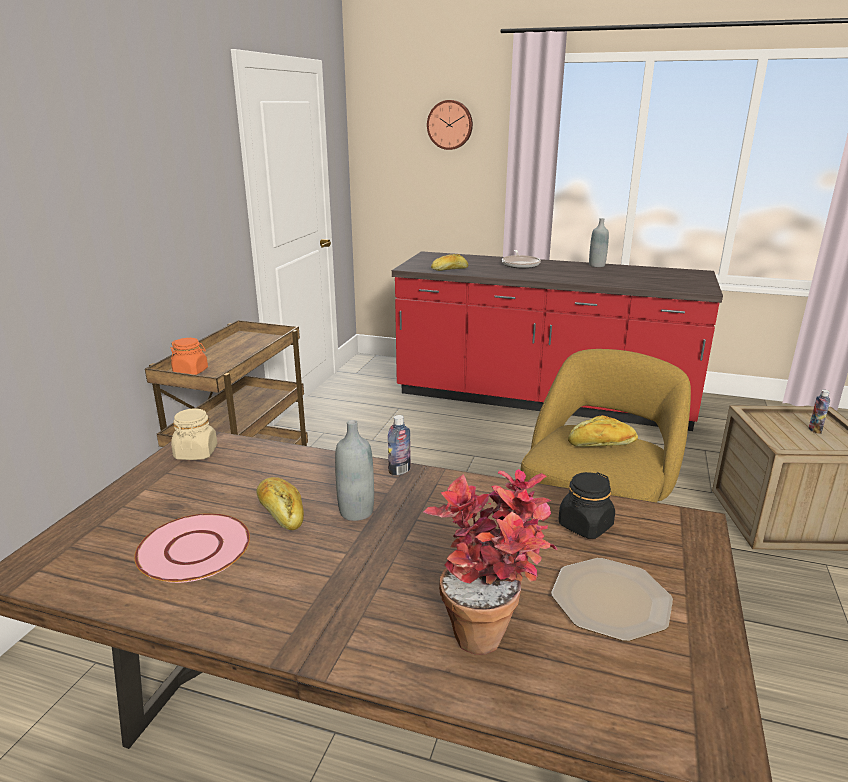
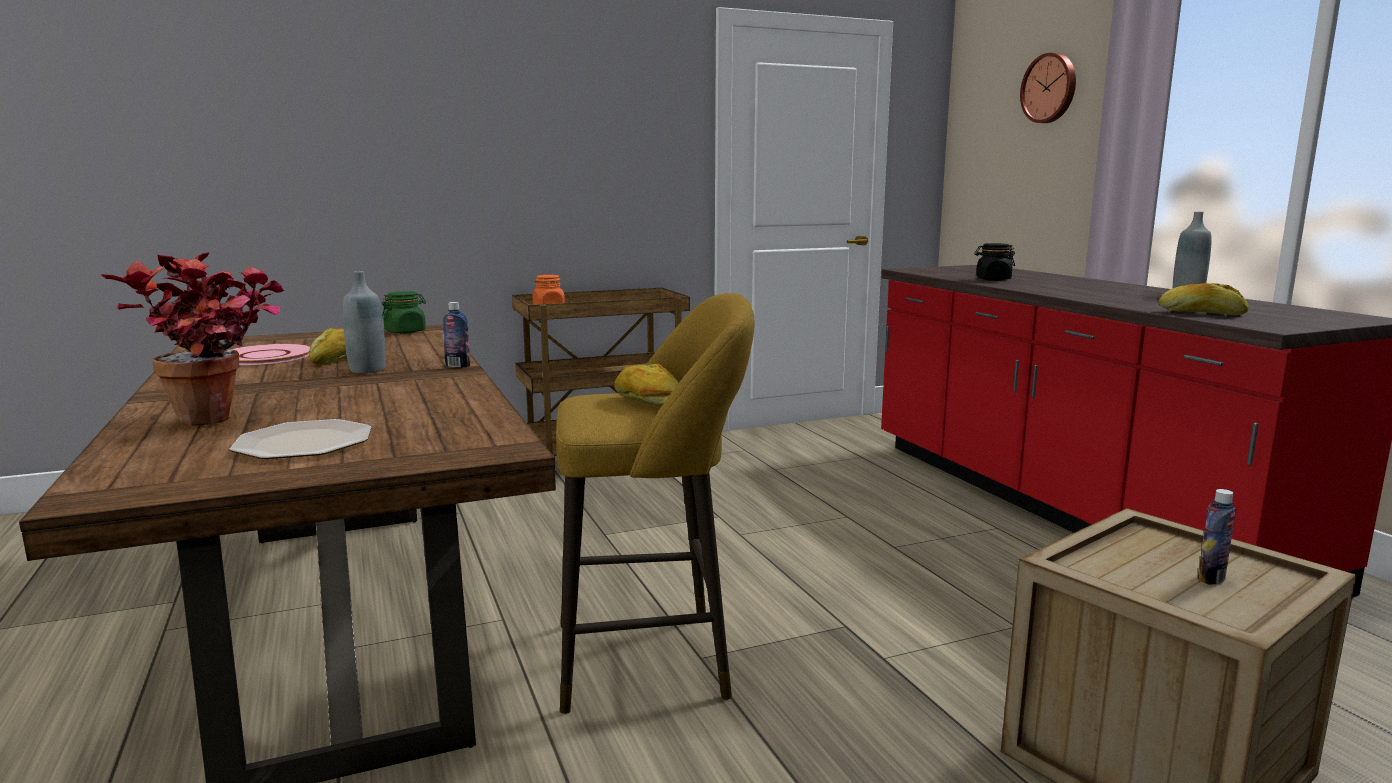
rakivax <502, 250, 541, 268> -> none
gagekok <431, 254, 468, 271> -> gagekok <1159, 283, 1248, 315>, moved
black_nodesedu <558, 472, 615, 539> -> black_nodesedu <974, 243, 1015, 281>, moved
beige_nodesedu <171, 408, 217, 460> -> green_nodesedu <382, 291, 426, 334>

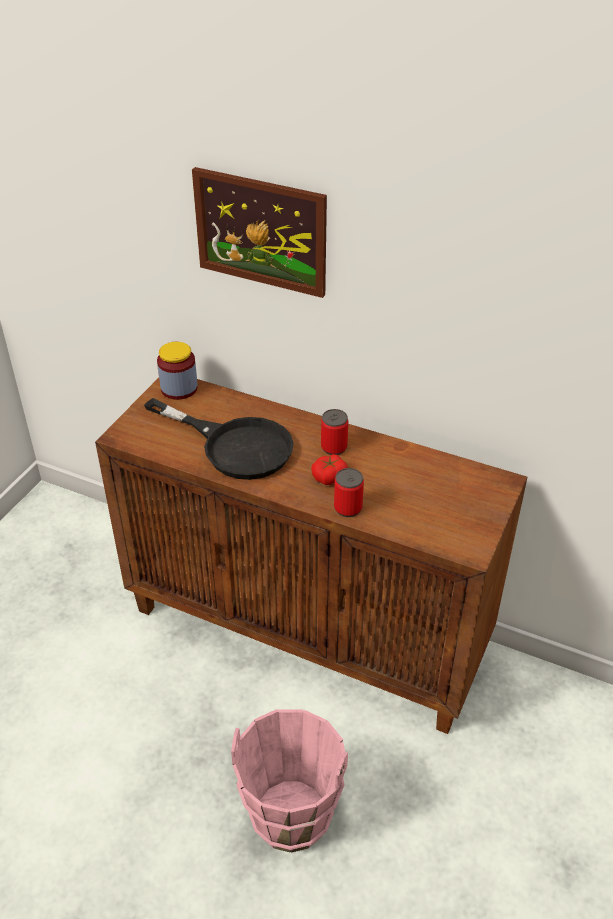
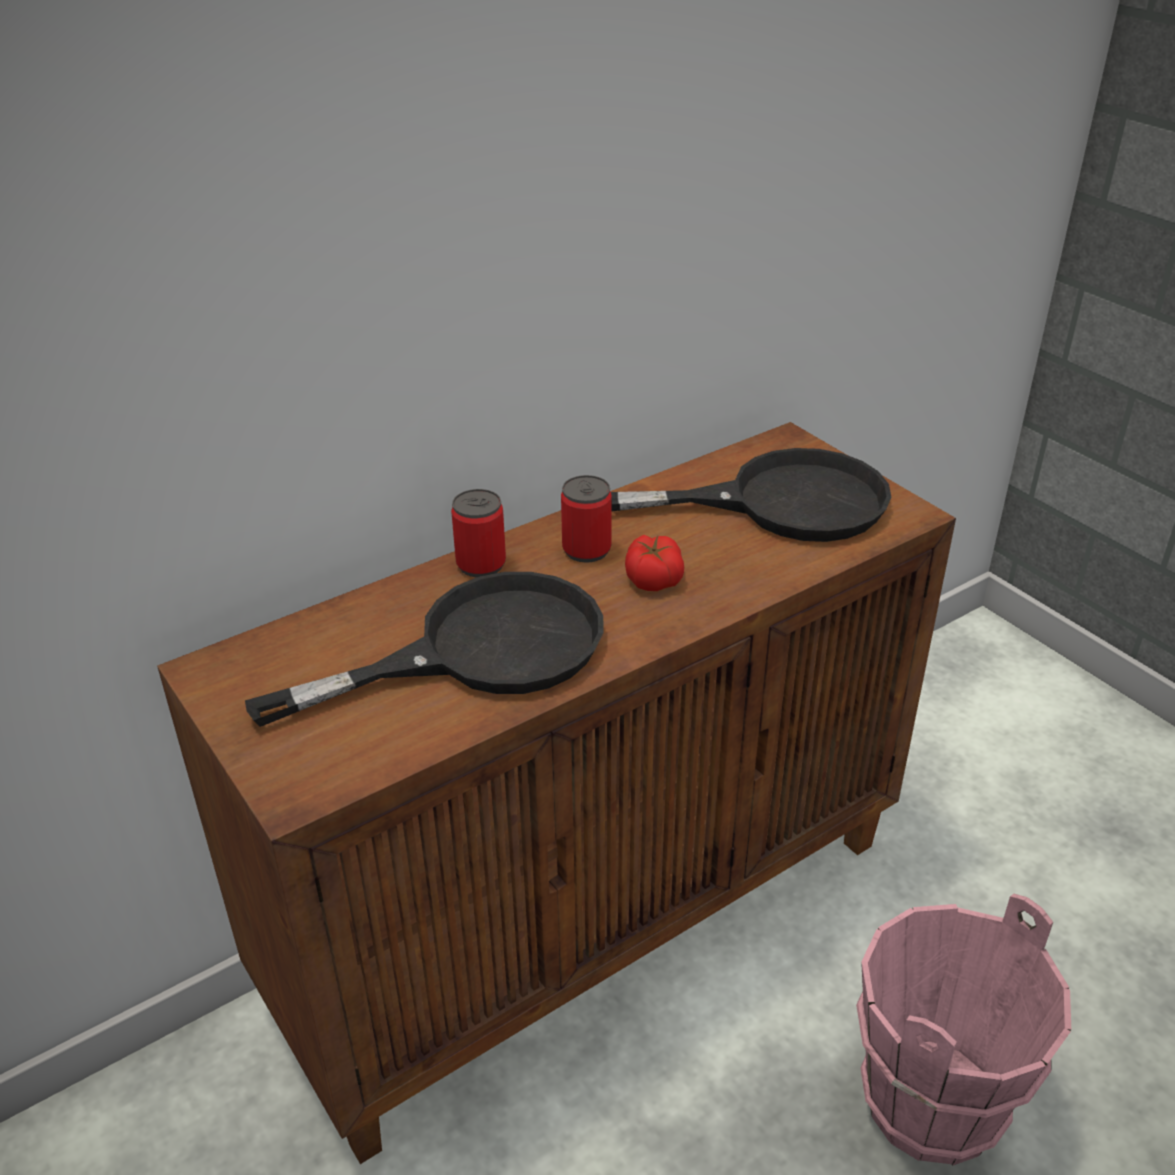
nodesedu <157, 342, 198, 400> -> none
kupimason <192, 167, 327, 298> -> none
none -> black_rakivax <611, 448, 891, 542>
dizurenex <334, 468, 364, 517> -> dizurenex <451, 489, 506, 577>, moved

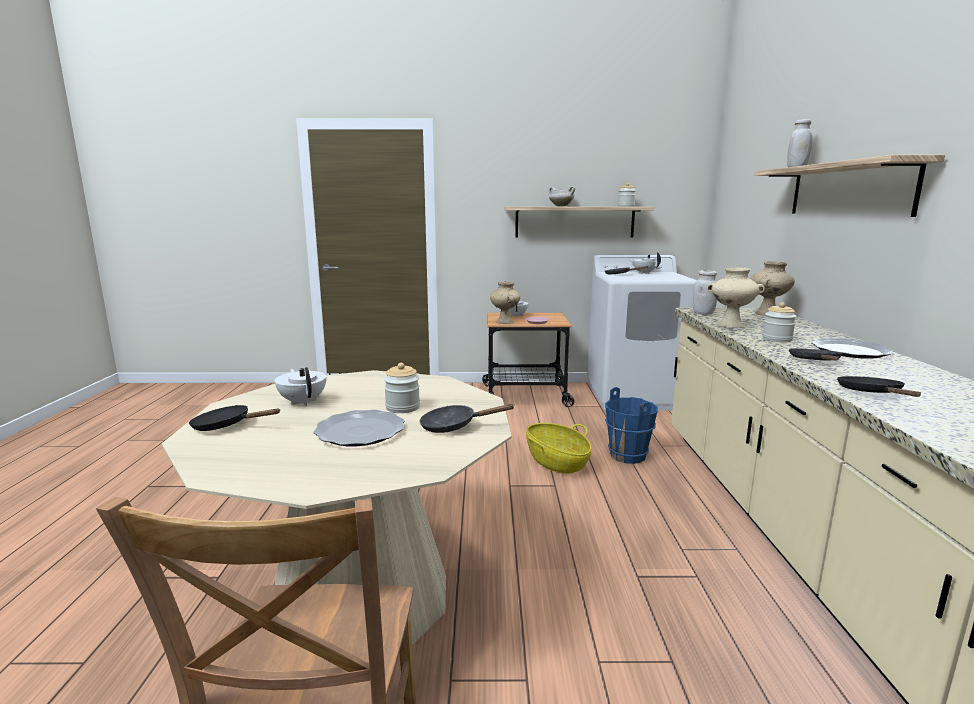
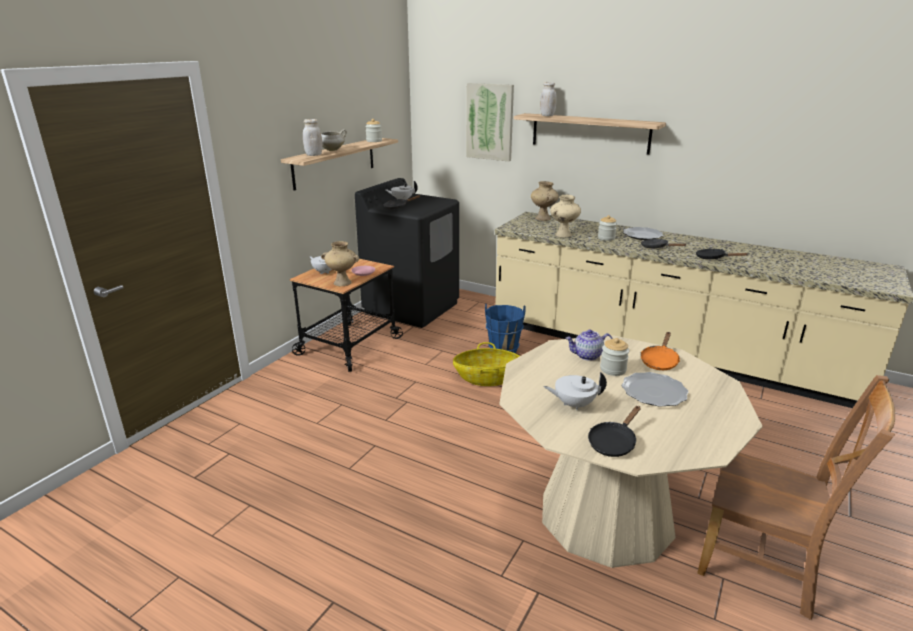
none -> kupimason <466, 83, 514, 162>
none -> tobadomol <566, 329, 613, 361>
white_nodesedu <693, 270, 717, 315> -> white_nodesedu <303, 119, 323, 156>, moved
black_rakivax <419, 404, 514, 433> -> orange_rakivax <640, 332, 680, 370>
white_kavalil <587, 255, 697, 410> -> black_kavalil <355, 178, 459, 328>

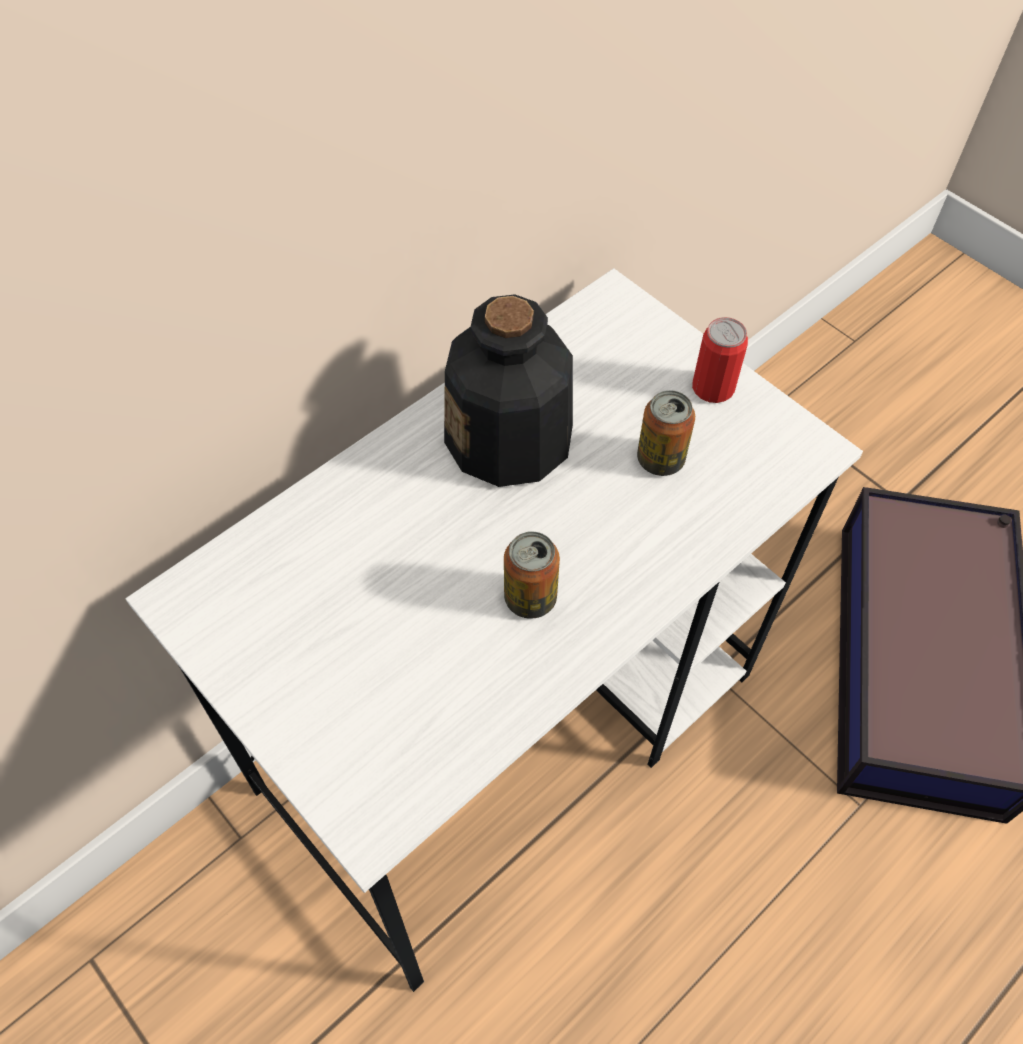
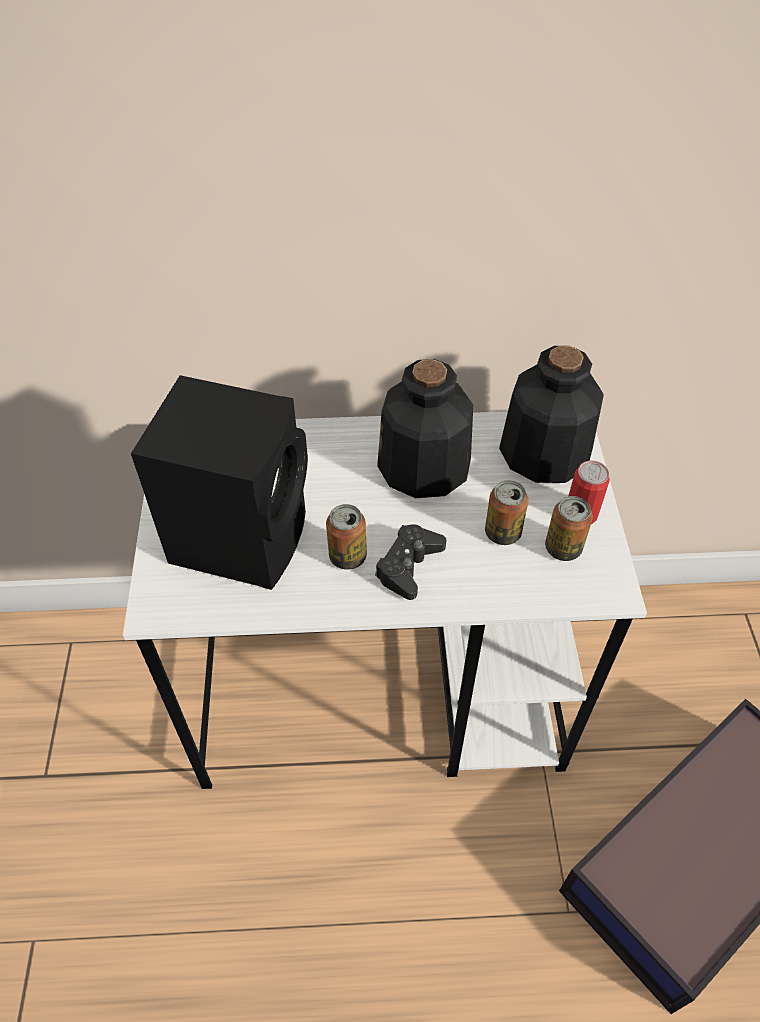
none -> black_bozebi <131, 375, 308, 590>
none -> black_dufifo <375, 524, 446, 600>
none -> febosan <499, 346, 604, 483>
none -> dizurenex <545, 496, 593, 561>

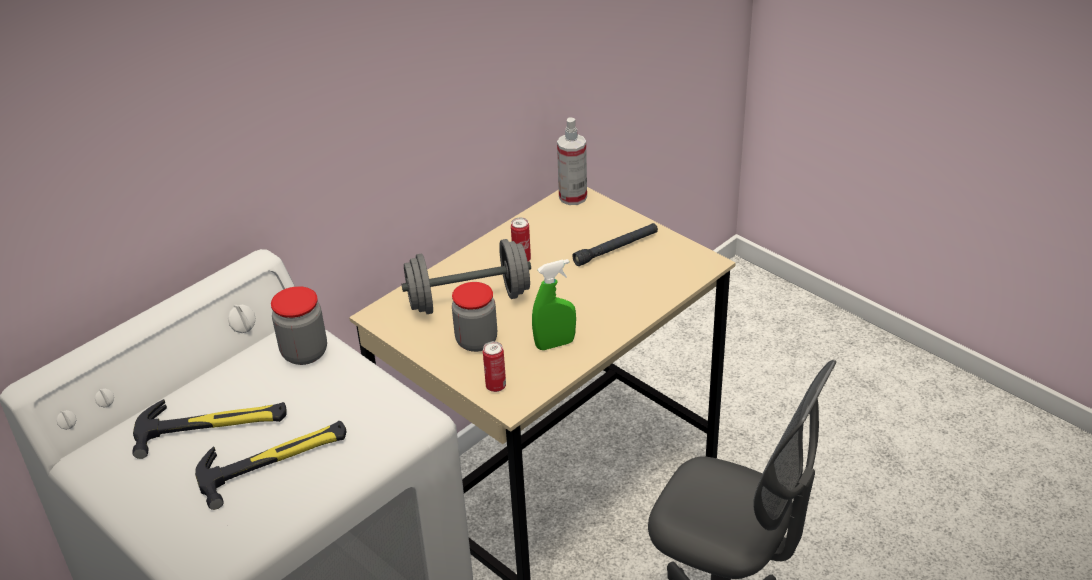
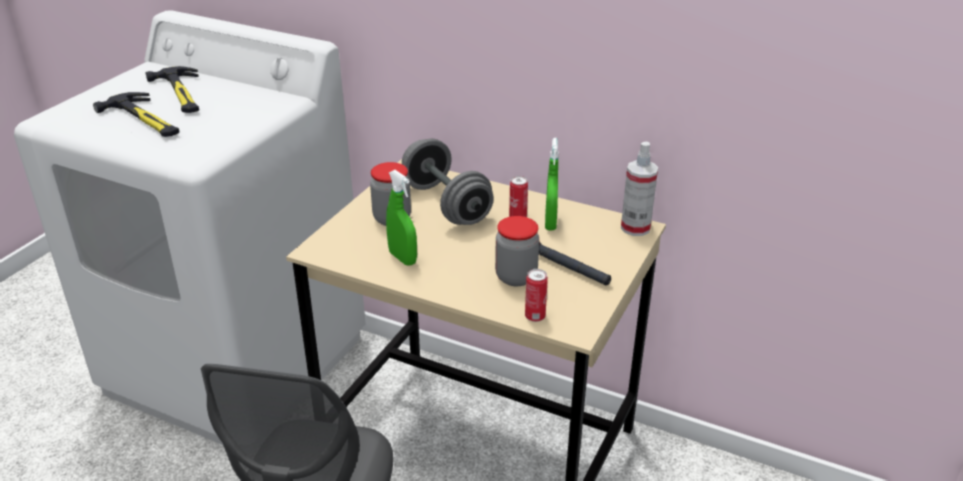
none -> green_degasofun <545, 138, 559, 231>
nodesedu <271, 286, 327, 365> -> nodesedu <495, 216, 539, 286>, moved
dizurenex <483, 341, 506, 392> -> dizurenex <525, 269, 548, 322>, moved

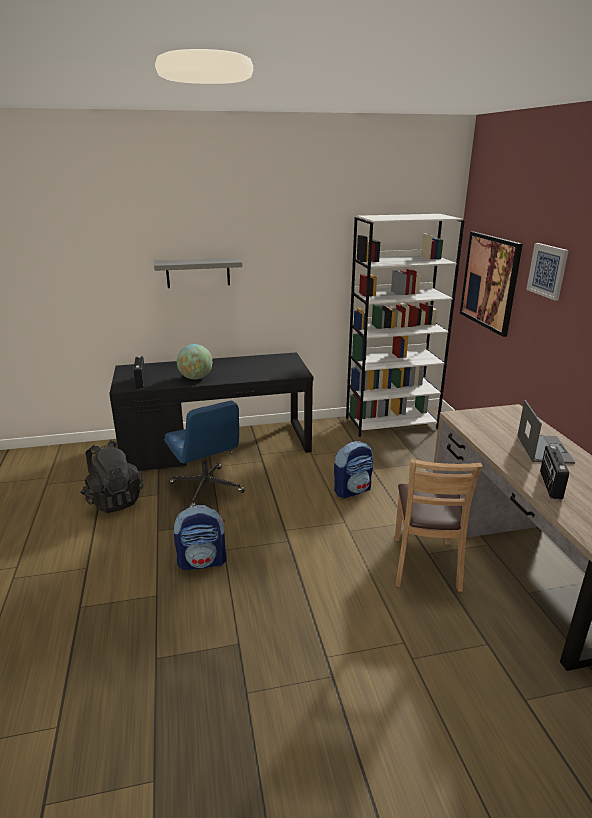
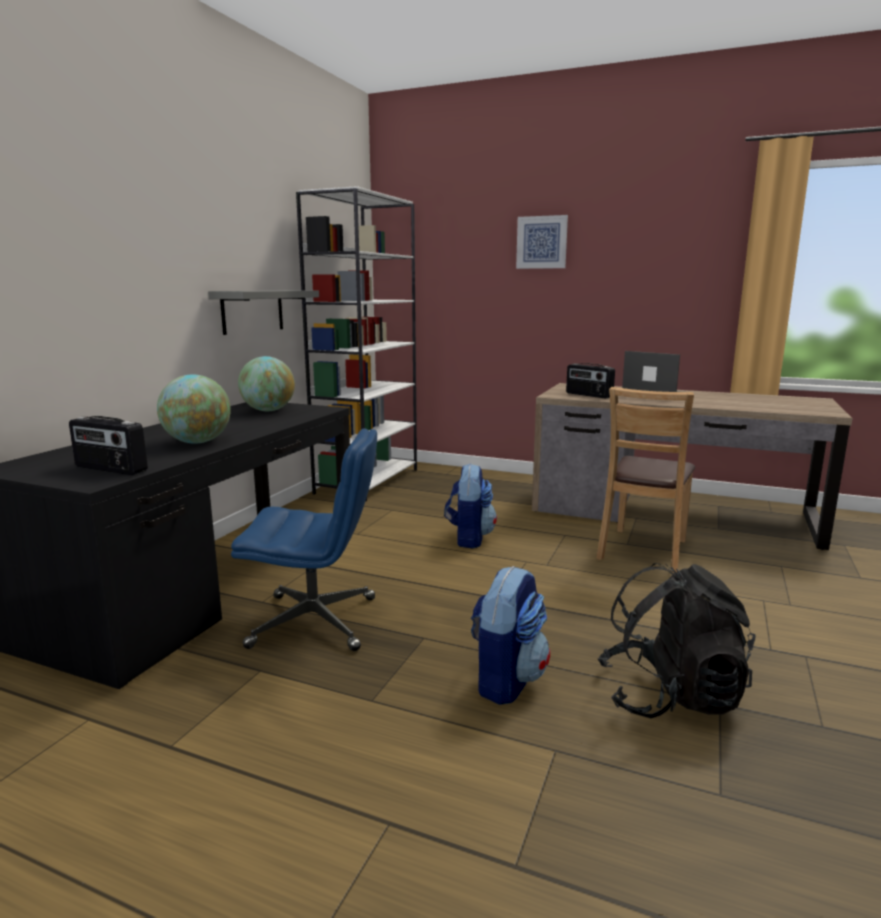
kupimason <460, 232, 523, 337> -> none
none -> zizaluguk <238, 356, 295, 411>
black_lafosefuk <81, 441, 143, 513> -> black_lafosefuk <598, 563, 756, 718>, moved
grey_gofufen <154, 258, 242, 288> -> grey_gofufen <208, 290, 319, 335>, moved
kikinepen <540, 446, 569, 500> -> kikinepen <566, 363, 615, 399>, moved
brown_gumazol <395, 459, 483, 592> -> brown_gumazol <596, 387, 695, 573>, 75 degrees clockwise

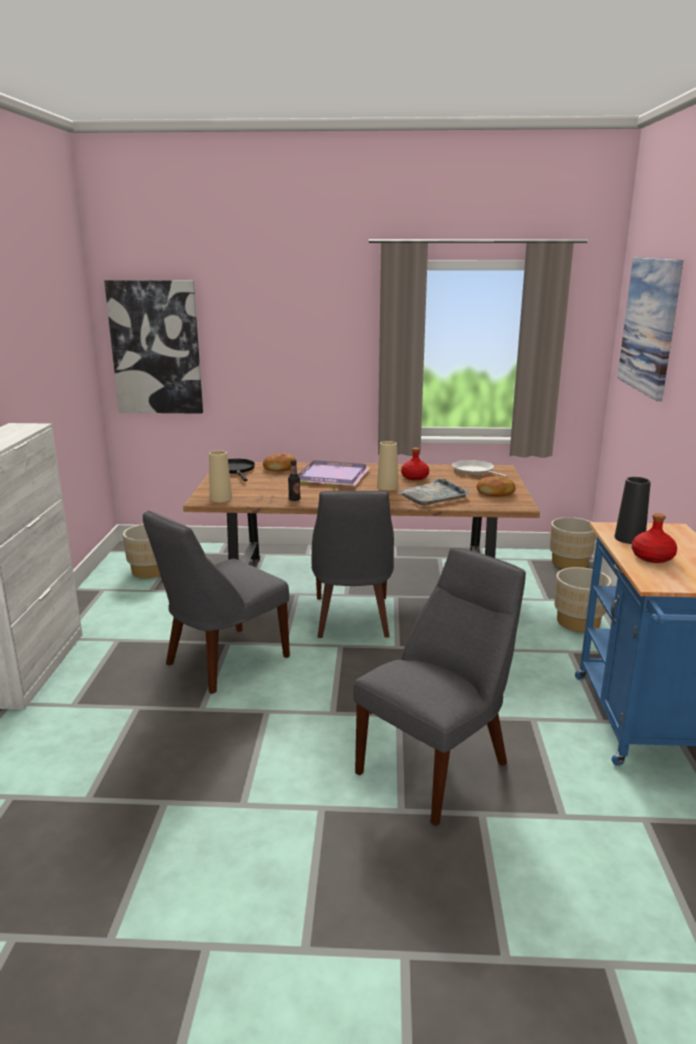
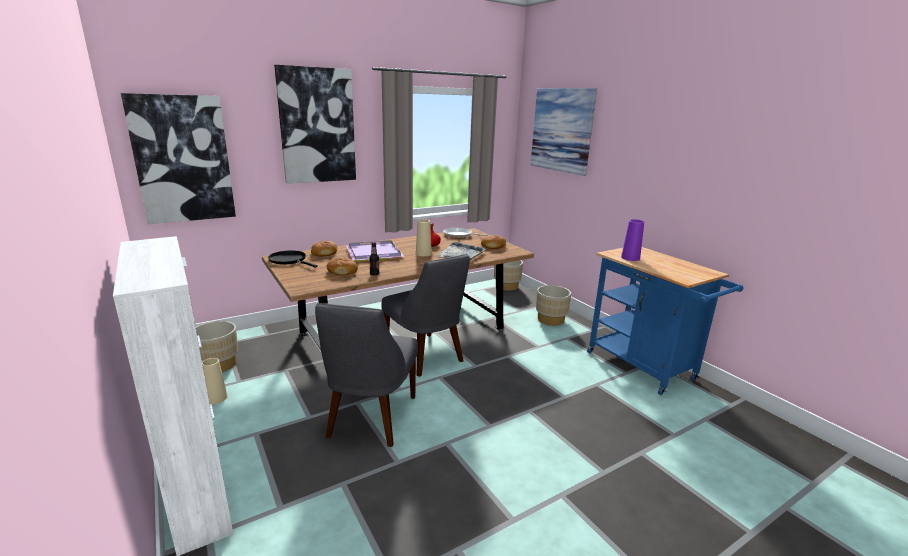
grey_gumazol <353, 548, 526, 826> -> none
red_febosan <632, 513, 677, 563> -> none
none -> kupimason <274, 65, 356, 184>
none -> gagekok <327, 257, 358, 275>
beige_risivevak <209, 450, 232, 502> -> beige_risivevak <202, 358, 227, 404>, moved
black_risivevak <614, 477, 651, 544> -> purple_risivevak <621, 219, 644, 261>

